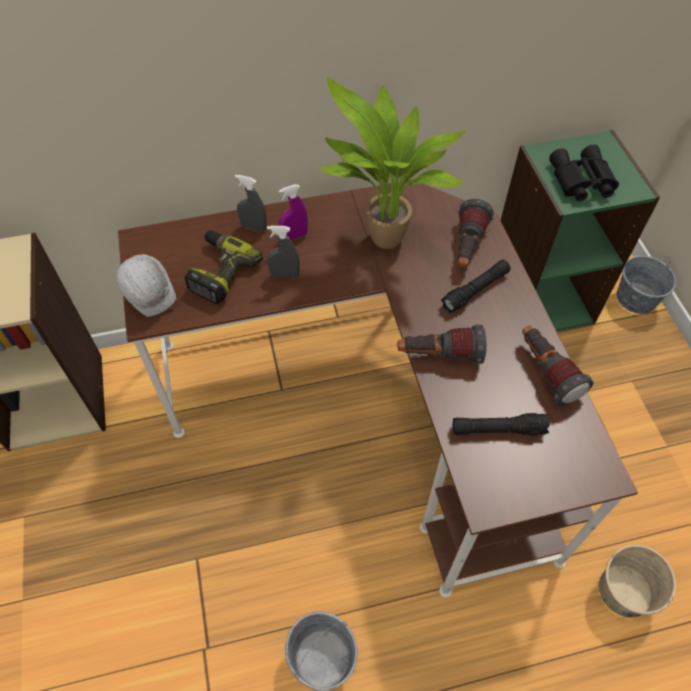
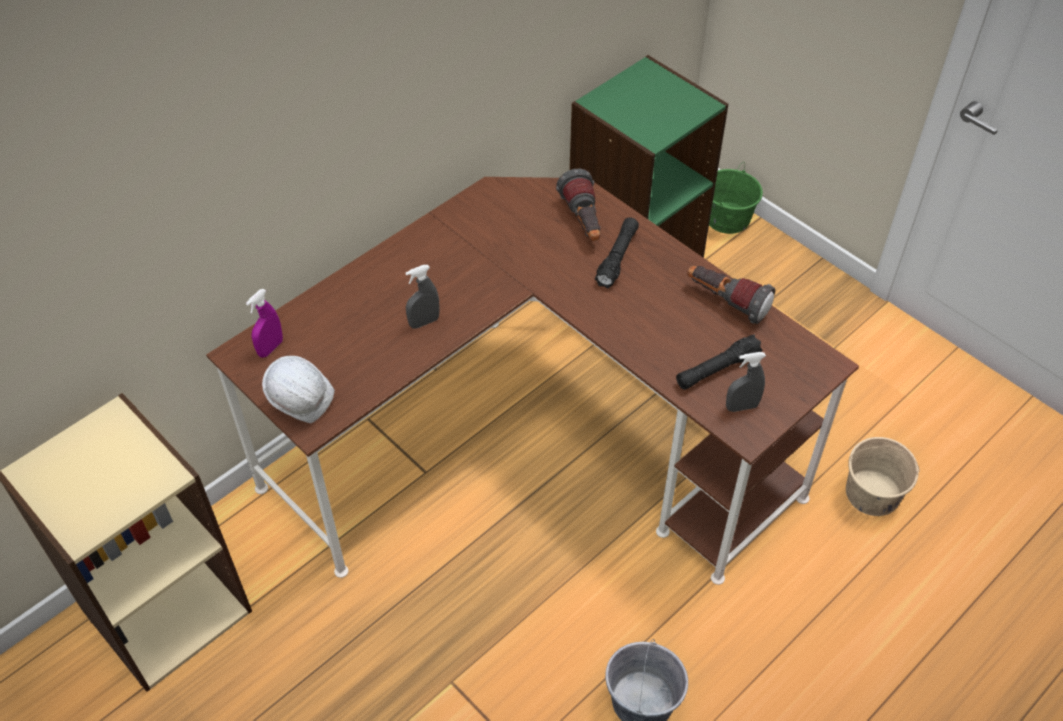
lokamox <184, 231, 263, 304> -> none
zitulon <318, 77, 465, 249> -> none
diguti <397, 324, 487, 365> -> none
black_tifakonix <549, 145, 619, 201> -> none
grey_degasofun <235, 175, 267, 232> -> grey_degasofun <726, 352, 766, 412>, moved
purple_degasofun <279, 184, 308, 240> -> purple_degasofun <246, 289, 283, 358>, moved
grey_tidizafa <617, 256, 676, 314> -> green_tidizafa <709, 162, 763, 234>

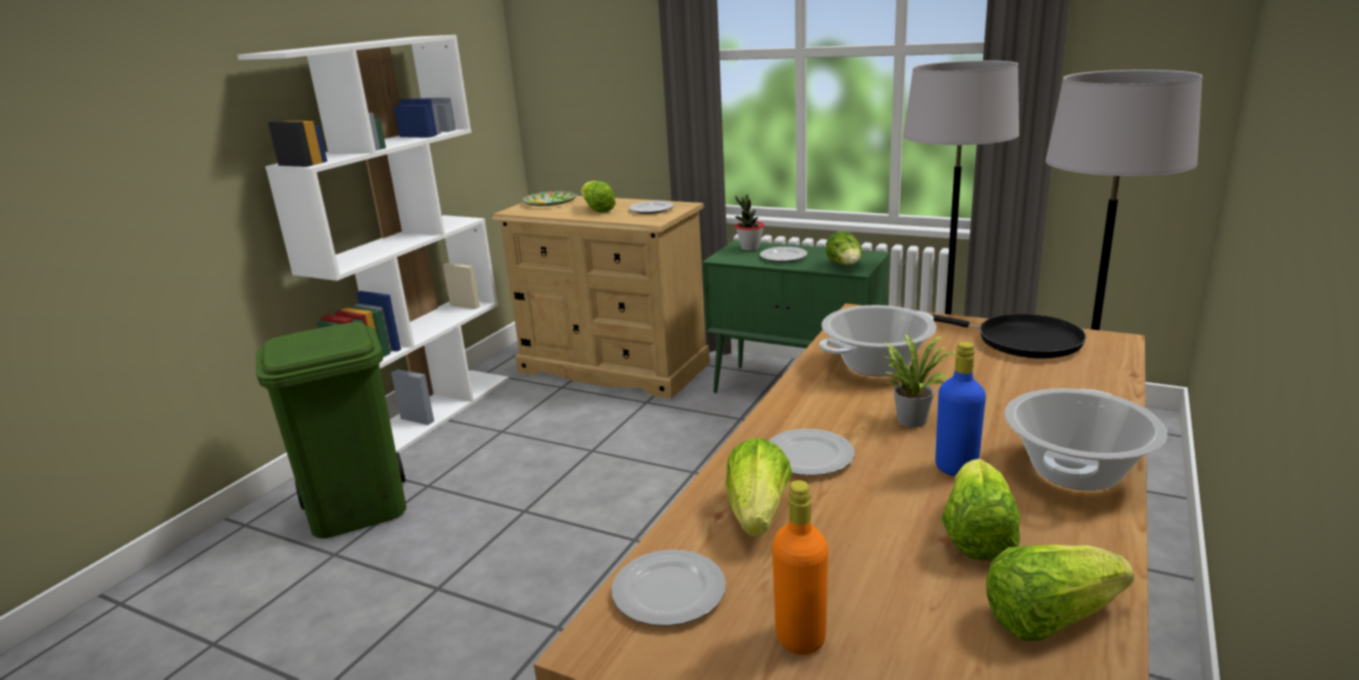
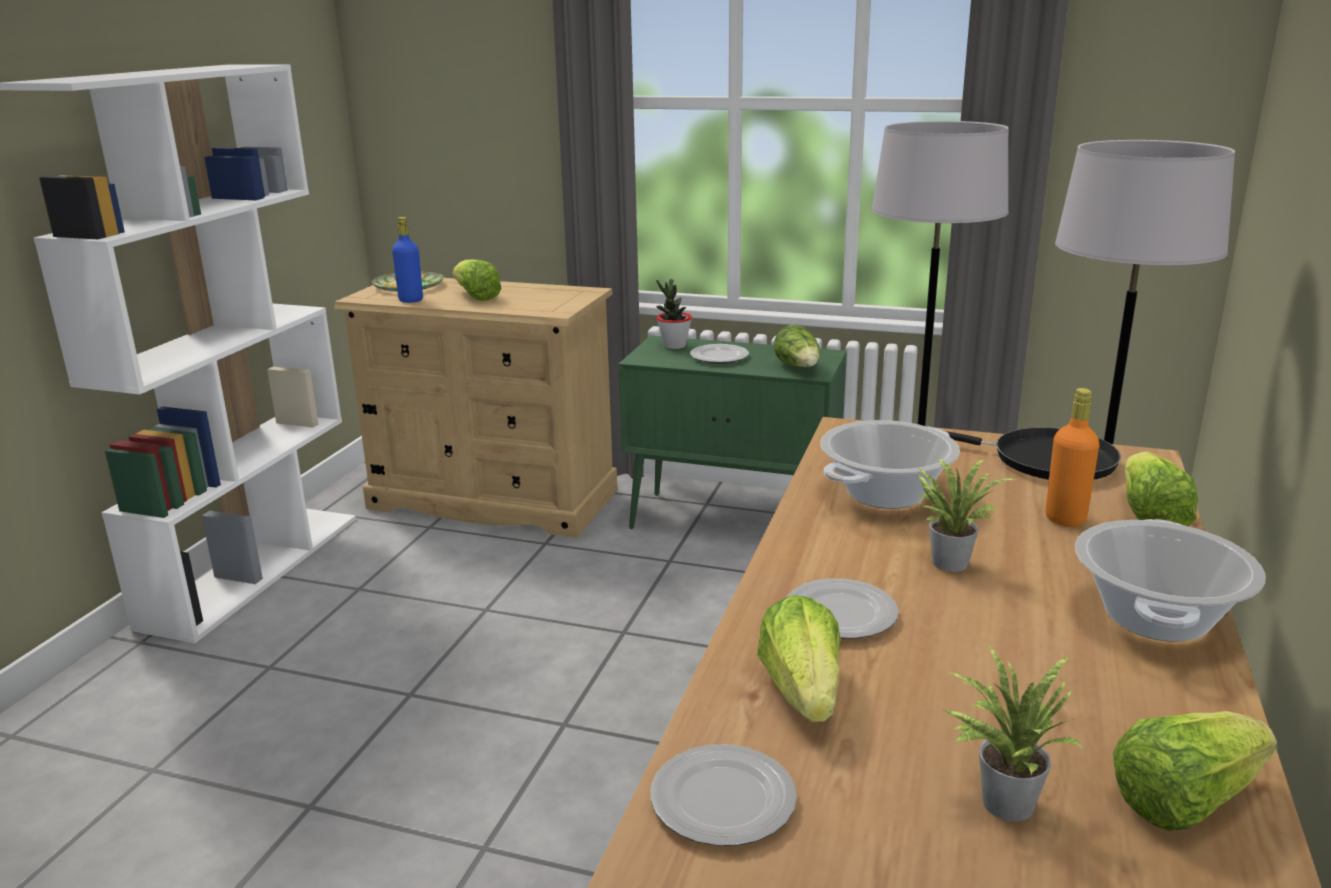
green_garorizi <256, 322, 406, 538> -> none
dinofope <629, 201, 674, 214> -> none
none -> zitulon <940, 644, 1083, 822>
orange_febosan <772, 480, 828, 655> -> orange_febosan <1046, 388, 1099, 527>, moved
blue_febosan <935, 342, 986, 476> -> blue_febosan <392, 217, 423, 303>, moved
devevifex <941, 458, 1020, 561> -> devevifex <1124, 451, 1198, 526>, moved

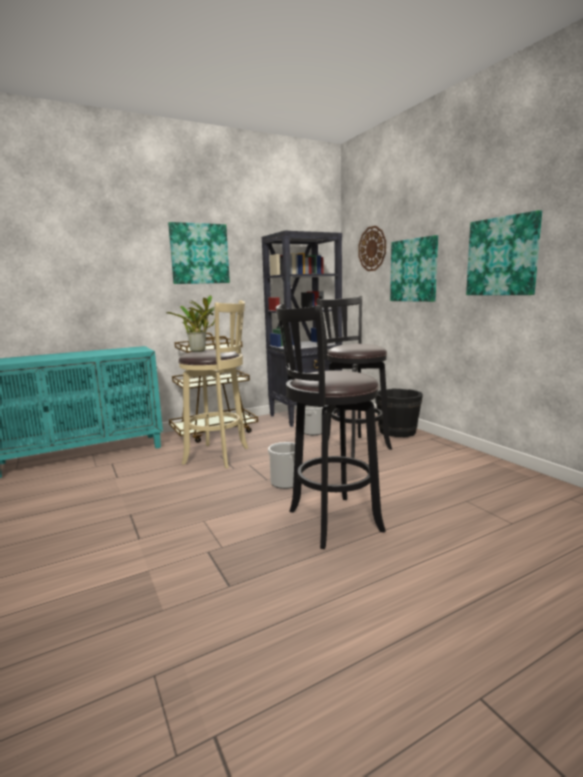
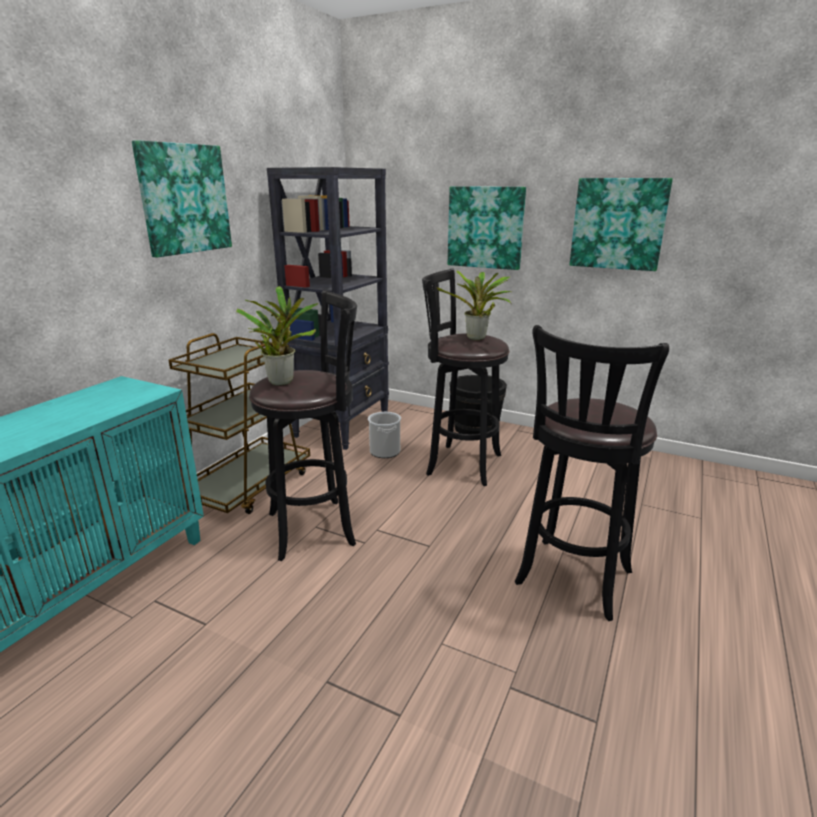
tidizafa <268, 442, 295, 489> -> none
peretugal <359, 226, 386, 271> -> none
none -> zitulon <436, 270, 512, 340>
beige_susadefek <178, 300, 249, 468> -> black_susadefek <249, 290, 357, 561>

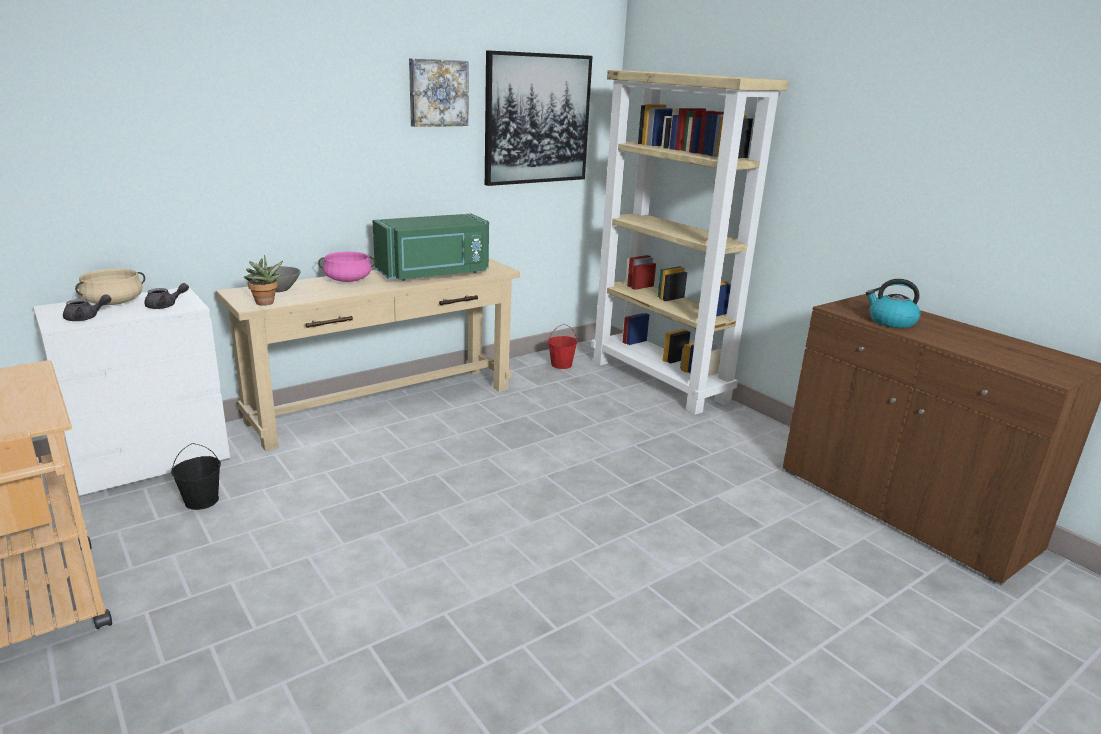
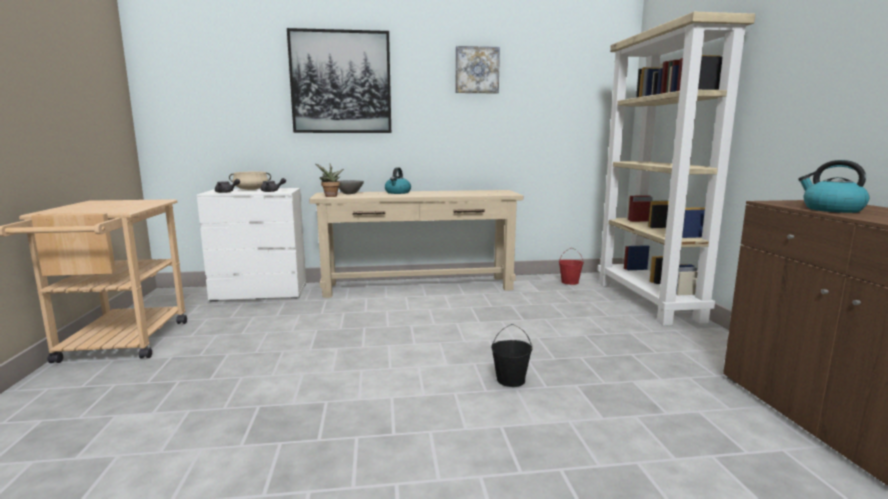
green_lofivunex <373, 214, 489, 281> -> none
black_tidizafa <171, 443, 221, 510> -> black_tidizafa <491, 324, 533, 387>, moved
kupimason <485, 50, 592, 186> -> kupimason <287, 28, 391, 133>, moved
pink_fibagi <318, 252, 375, 282> -> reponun <385, 167, 411, 194>

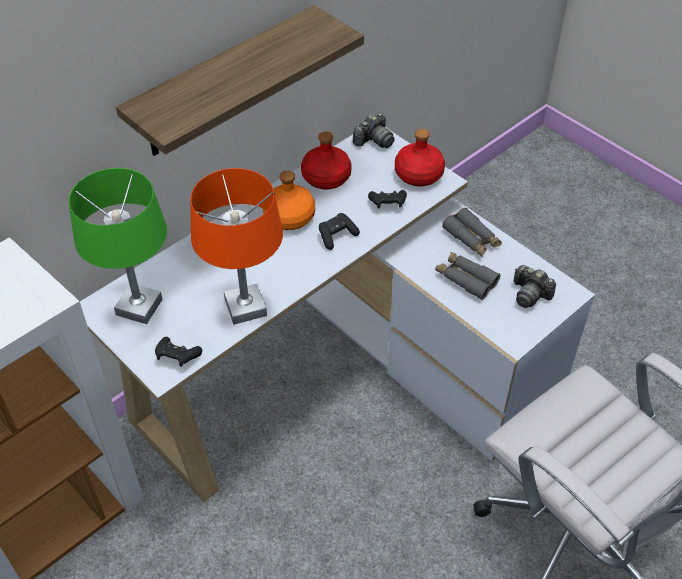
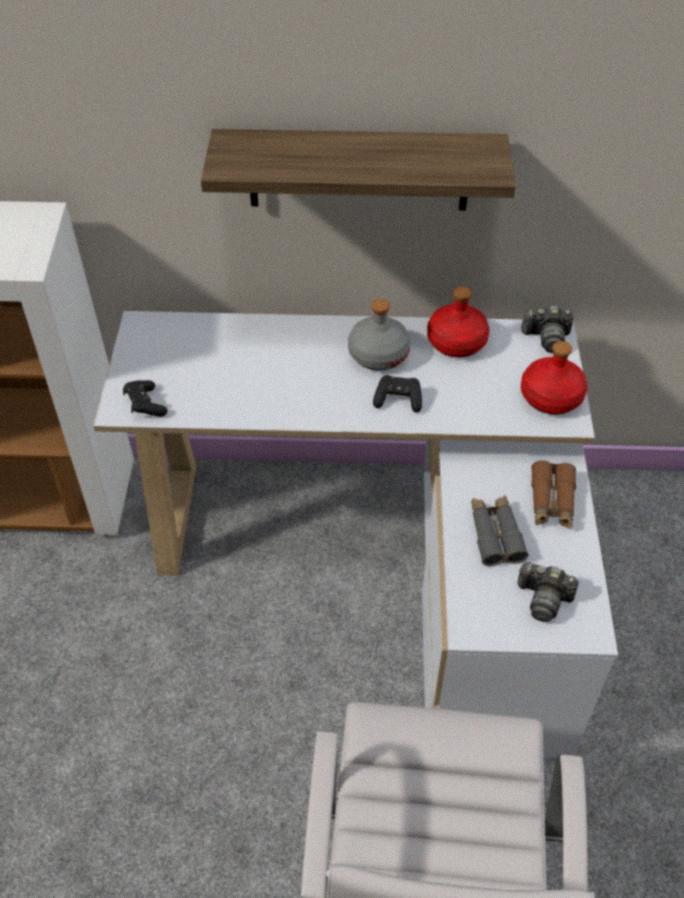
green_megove <69, 168, 167, 324> -> none
orange_megove <190, 168, 283, 324> -> none
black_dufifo <368, 190, 407, 208> -> none
orange_febosan <263, 171, 315, 230> -> grey_febosan <348, 299, 411, 371>
grey_tifakonix <442, 208, 502, 256> -> brown_tifakonix <531, 460, 576, 529>
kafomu <514, 265, 556, 308> -> kafomu <517, 562, 578, 622>, 60 degrees counterclockwise

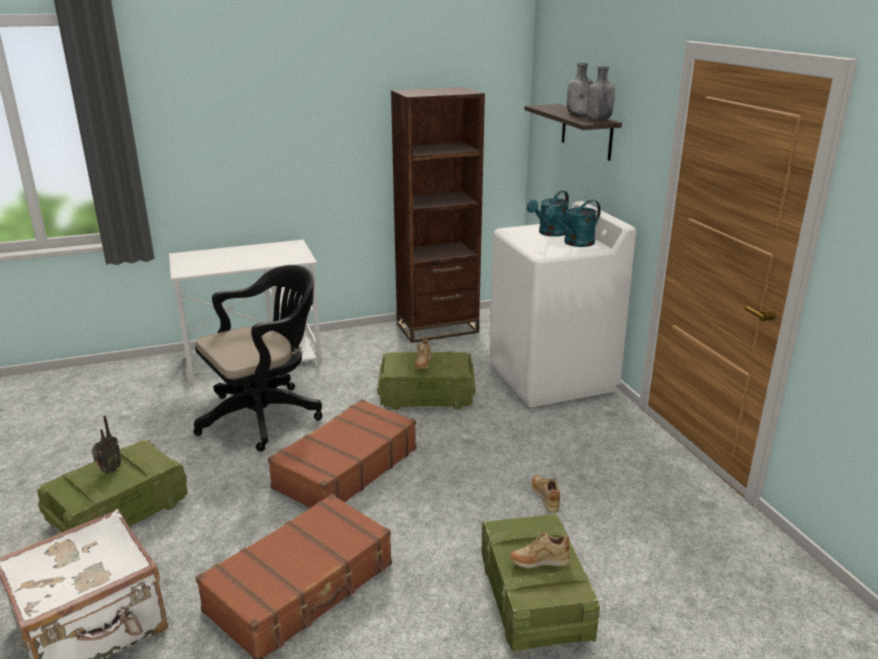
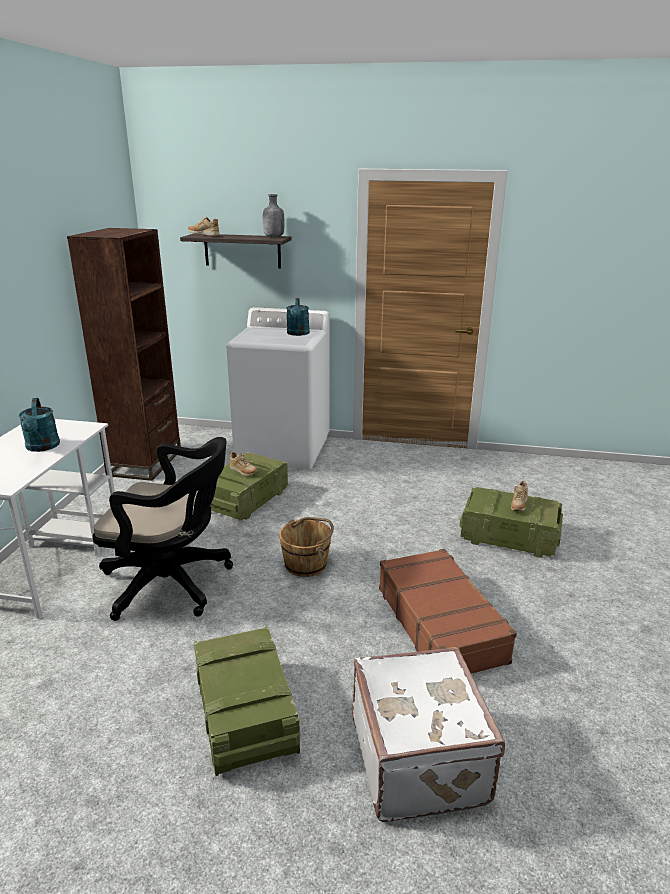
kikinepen <92, 416, 122, 473> -> none
grey_febosan <567, 63, 593, 115> -> none
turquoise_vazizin <526, 191, 569, 237> -> turquoise_vazizin <19, 398, 60, 452>, moved
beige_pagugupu <531, 475, 560, 512> -> beige_pagugupu <188, 217, 219, 236>, moved
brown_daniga <268, 399, 417, 508> -> brown_tidizafa <279, 517, 334, 577>
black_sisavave <193, 265, 322, 452> -> black_sisavave <93, 437, 233, 621>, 105 degrees clockwise

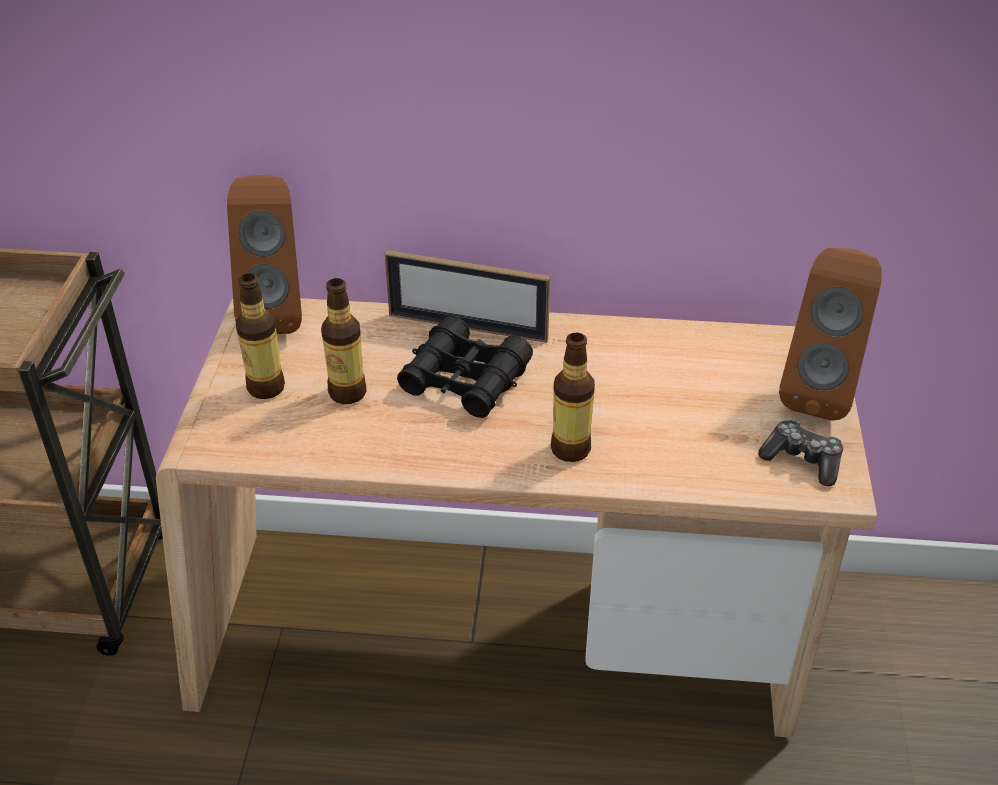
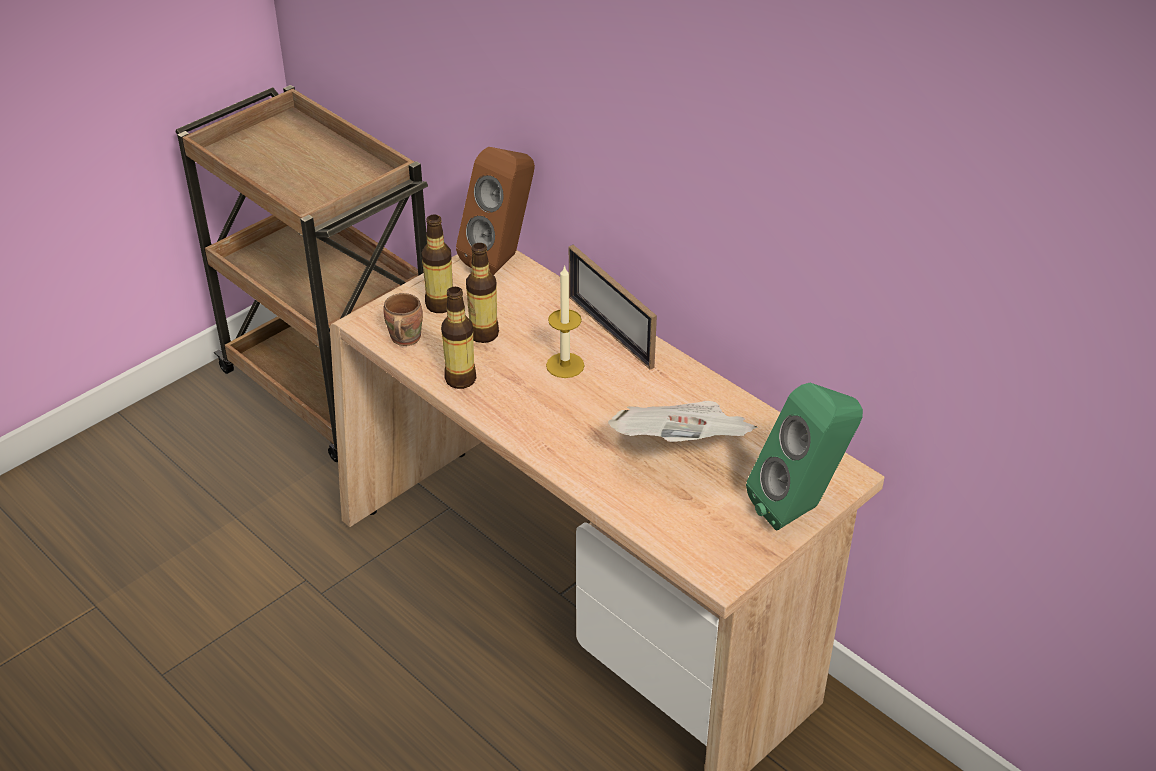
dufifo <758, 420, 843, 487> -> none
none -> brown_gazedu <383, 293, 423, 346>
none -> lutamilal <608, 401, 758, 442>
febosan <551, 333, 595, 462> -> febosan <441, 287, 476, 389>, moved
black_tifakonix <397, 315, 533, 418> -> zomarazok <546, 265, 584, 378>
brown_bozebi <779, 248, 882, 420> -> green_bozebi <746, 383, 863, 530>

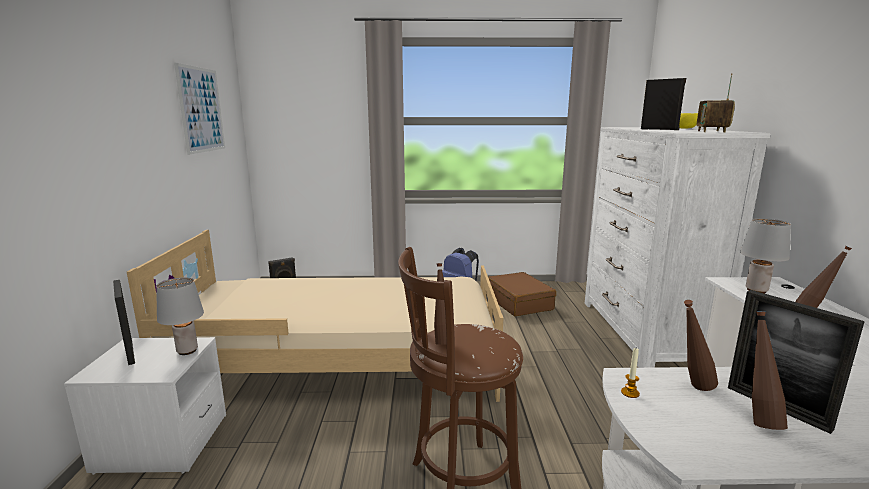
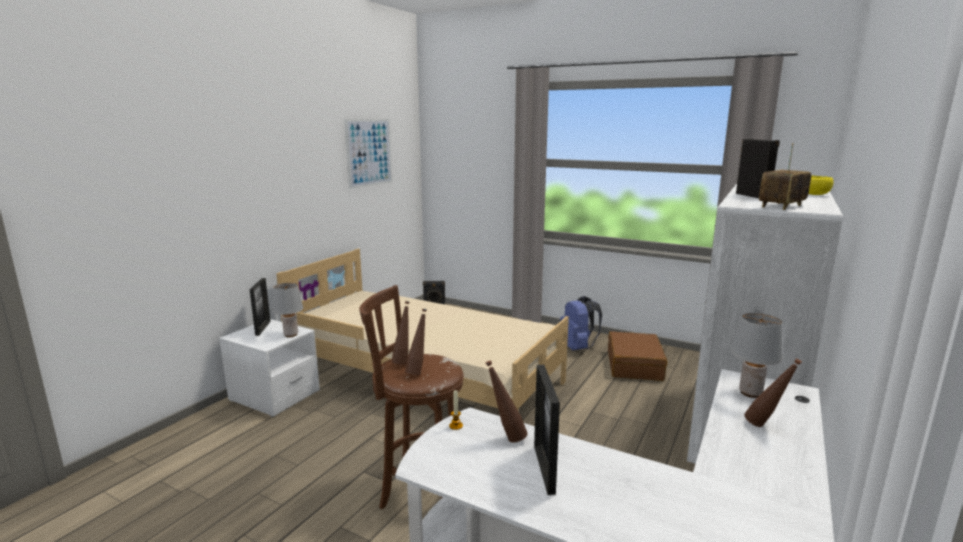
brown_febosan <752, 311, 788, 430> -> brown_febosan <405, 309, 427, 375>, moved

